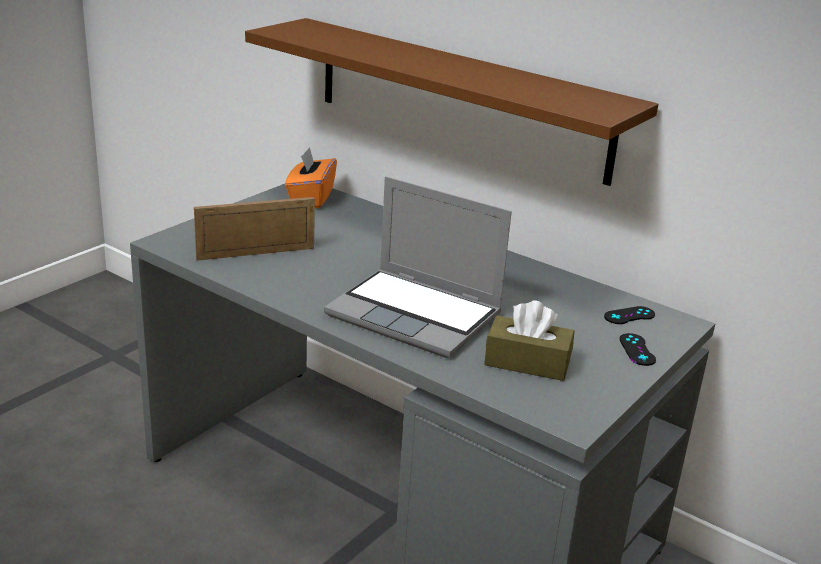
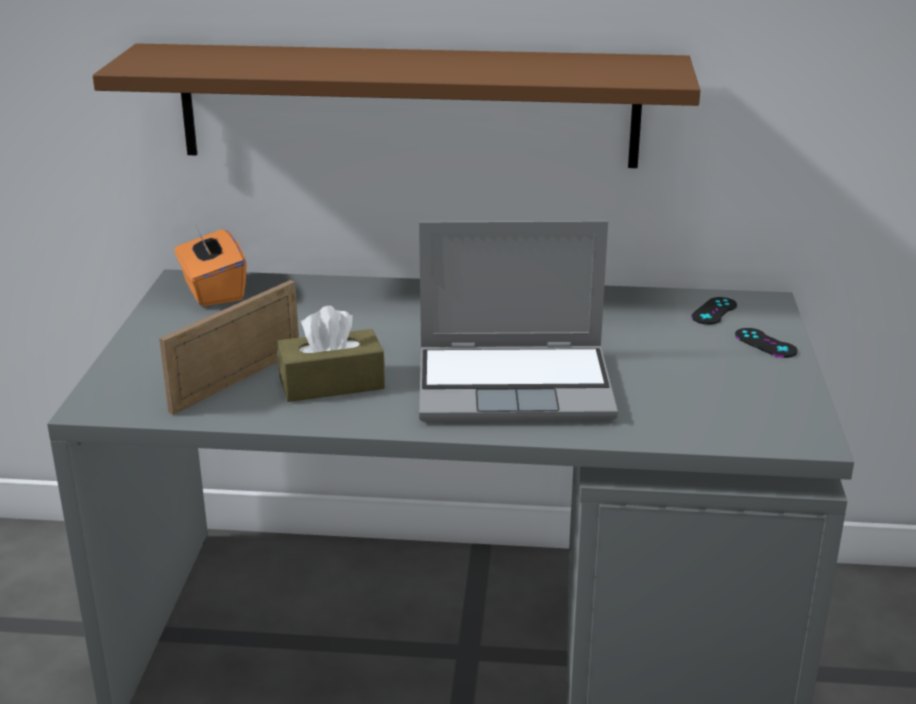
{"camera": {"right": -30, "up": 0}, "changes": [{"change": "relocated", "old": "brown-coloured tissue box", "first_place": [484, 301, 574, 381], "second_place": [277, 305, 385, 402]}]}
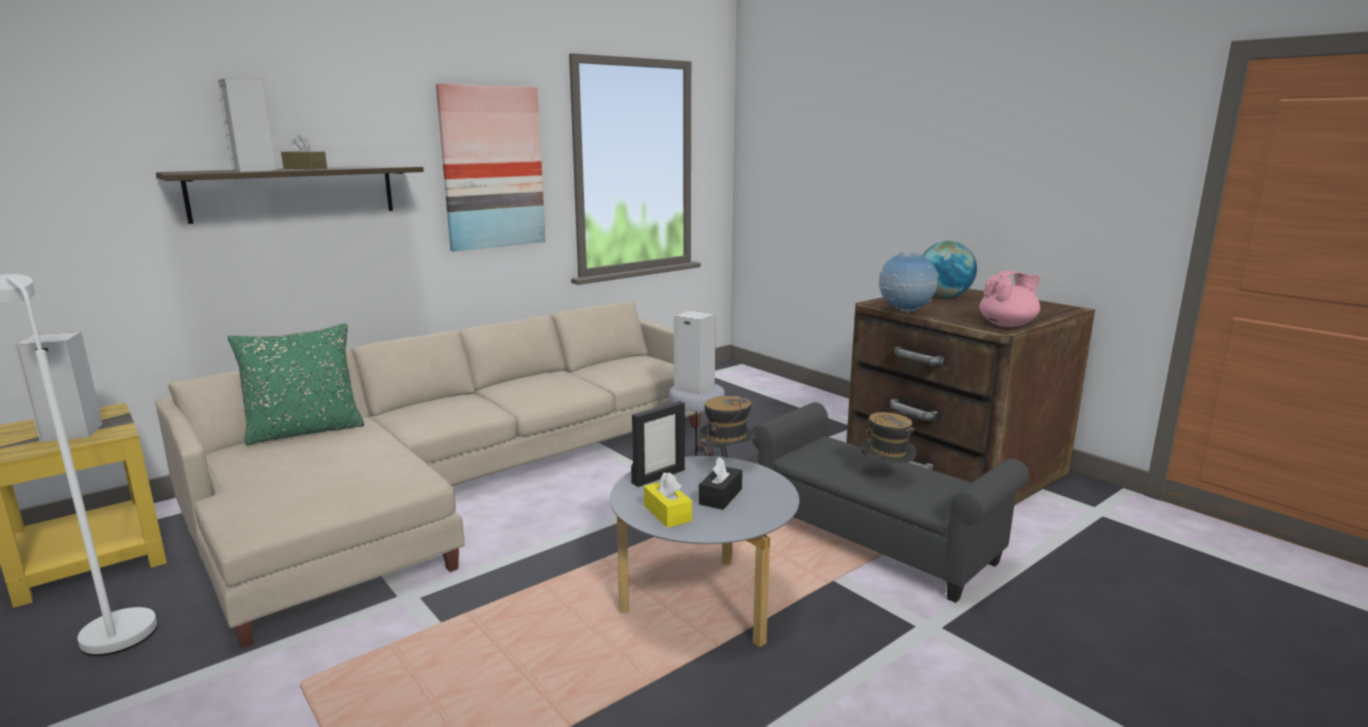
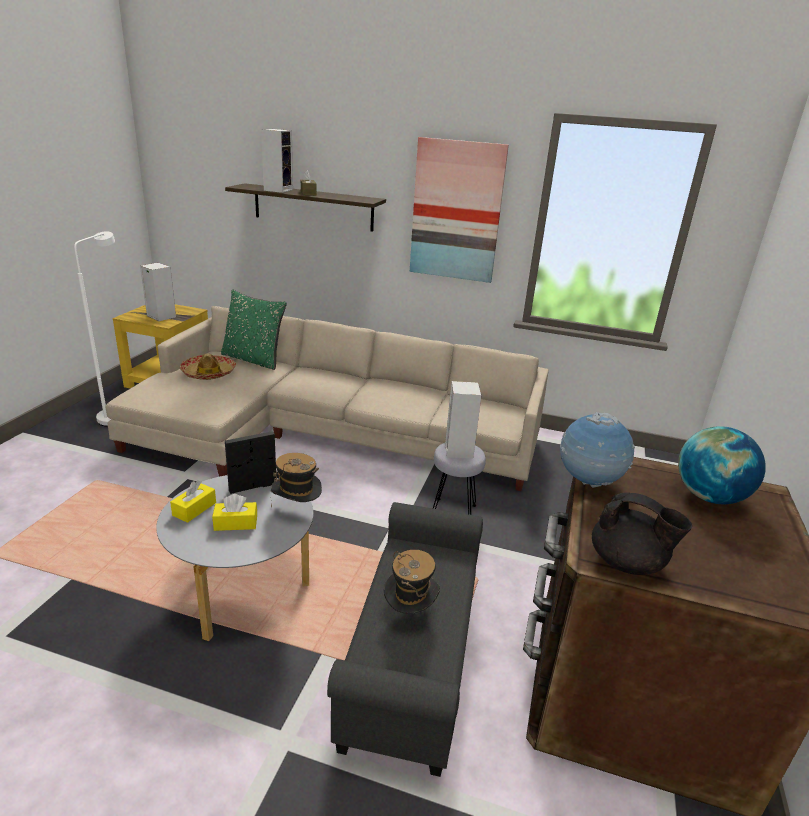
{"camera": {"right": 55, "up": 10}, "changes": [{"change": "spun", "old": "picture frame", "first_place": [631, 401, 685, 487], "second_place": [225, 431, 276, 494], "degrees": 135}, {"change": "colour", "old": "blackish tissue box", "new": "yellow-coloured tissue box", "first_place": [699, 457, 742, 510], "second_place": [212, 494, 257, 531]}, {"change": "colour", "old": "pinkish teapot", "new": "blackish teapot", "first_place": [980, 271, 1041, 327], "second_place": [592, 492, 692, 575]}, {"change": "appeared", "new": "hat", "second_place": [180, 354, 236, 380]}]}
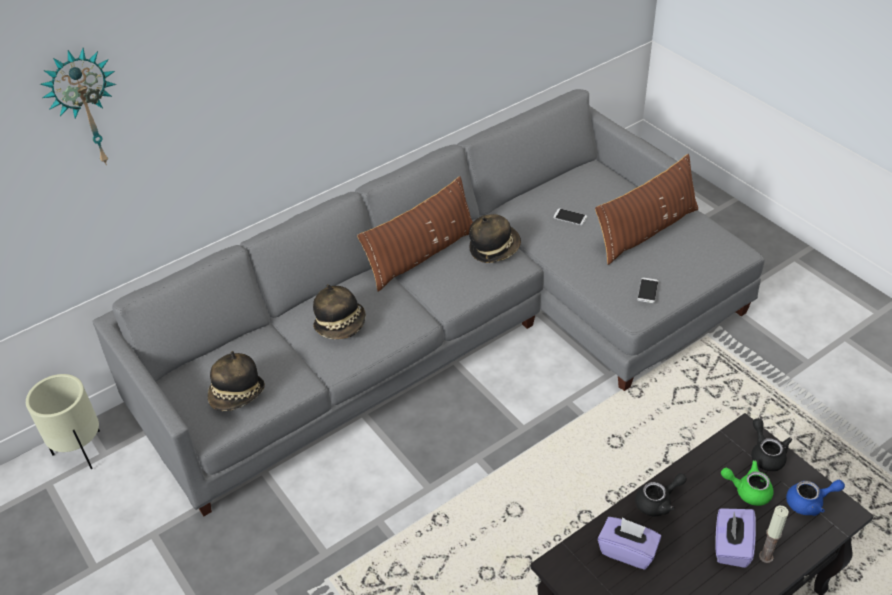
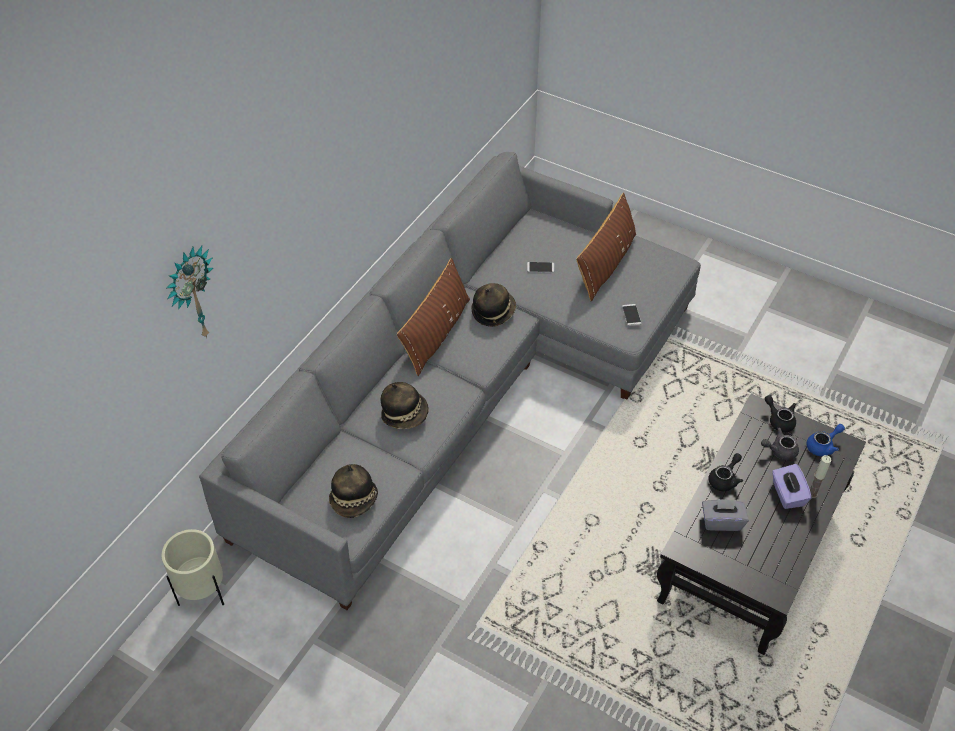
{"camera": {"right": -25, "up": 5}, "changes": [{"change": "colour", "old": "purple-coloured tissue box", "new": "grey tissue box", "first_place": [598, 517, 661, 569], "second_place": [702, 499, 749, 531]}, {"change": "colour", "old": "green teapot", "new": "grey teapot", "first_place": [721, 460, 774, 506], "second_place": [761, 428, 799, 460]}]}
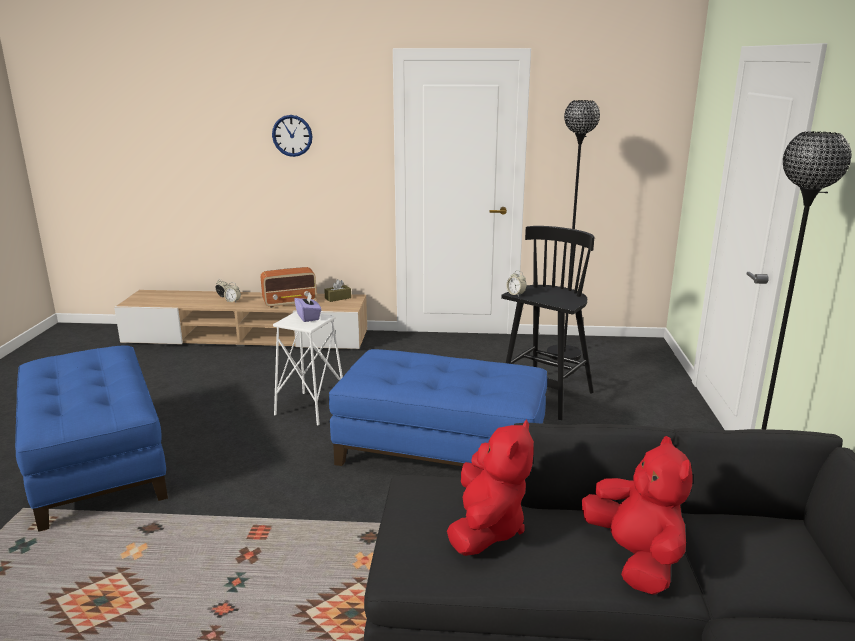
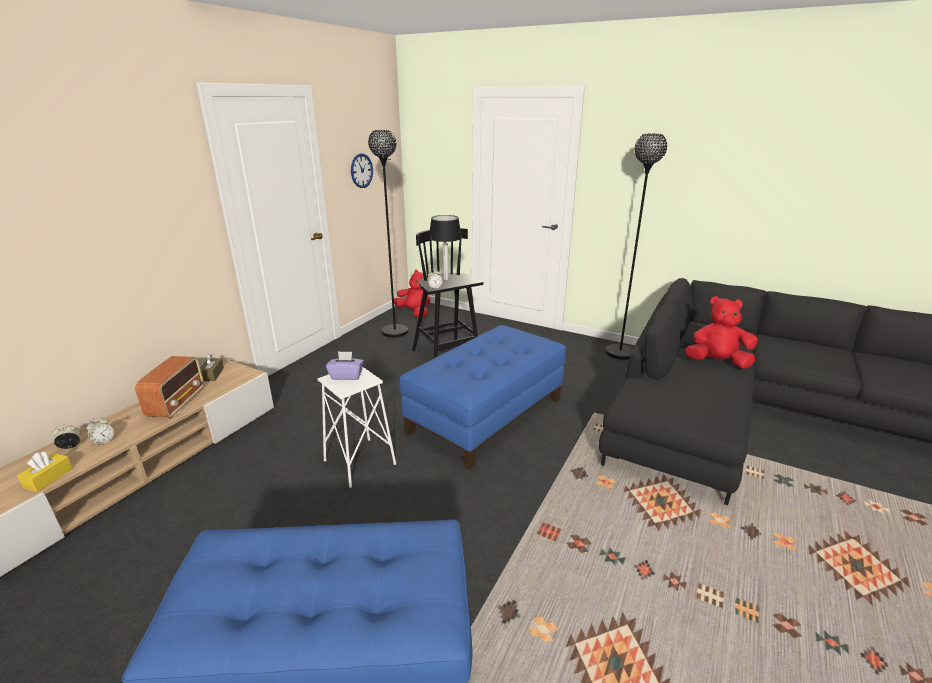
{"camera": {"right": -65, "up": 5}, "changes": [{"change": "relocated", "old": "hanging clock", "first_place": [272, 115, 312, 157], "second_place": [351, 153, 373, 188]}, {"change": "relocated", "old": "red-coloured cuddly toy", "first_place": [447, 419, 534, 556], "second_place": [394, 270, 431, 317]}, {"change": "appeared", "new": "yellow-coloured tissue box", "second_place": [17, 451, 73, 492]}, {"change": "appeared", "new": "lamp for a table", "second_place": [429, 215, 462, 281]}]}
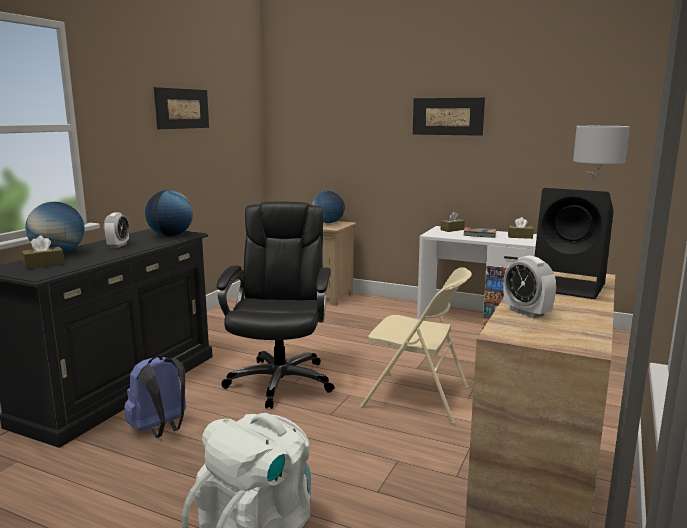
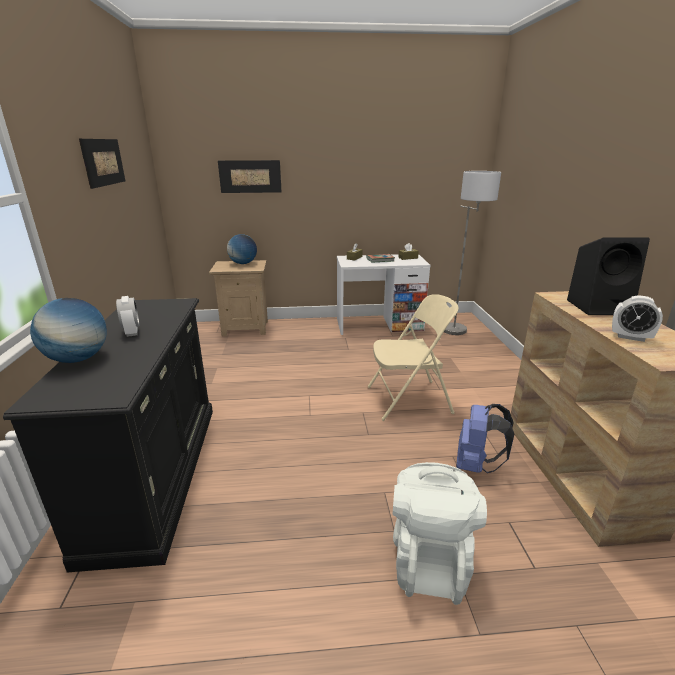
{"camera": {"right": -30, "up": 10}, "changes": [{"change": "missing", "old": "brown-coloured tissue box", "first_place": [22, 236, 64, 269]}, {"change": "relocated", "old": "blue knapsack", "first_place": [124, 355, 186, 438], "second_place": [456, 404, 515, 473]}, {"change": "missing", "old": "world globe", "first_place": [145, 190, 193, 236]}, {"change": "missing", "old": "blackish desk chair", "first_place": [217, 202, 335, 409]}, {"change": "relocated", "old": "picture", "first_place": [413, 98, 485, 136], "second_place": [218, 160, 282, 193]}]}
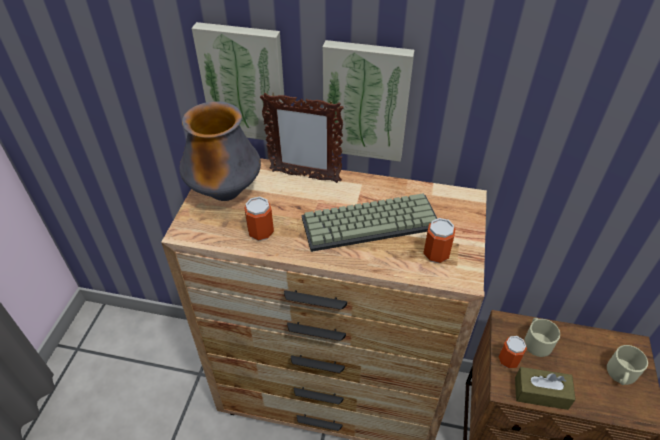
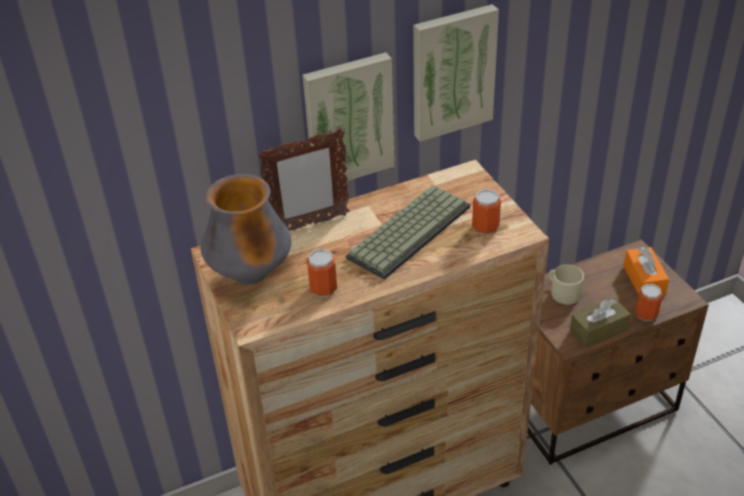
{"camera": {"right": -35, "up": -5}, "changes": [{"change": "relocated", "old": "picture", "first_place": [192, 22, 284, 140], "second_place": [413, 4, 499, 142]}, {"change": "relocated", "old": "metal can", "first_place": [499, 336, 527, 369], "second_place": [635, 284, 662, 321]}, {"change": "exchanged", "old": "beige coffee mug", "new": "orangey tissue box", "first_place": [607, 345, 648, 385], "second_place": [623, 247, 669, 296]}]}
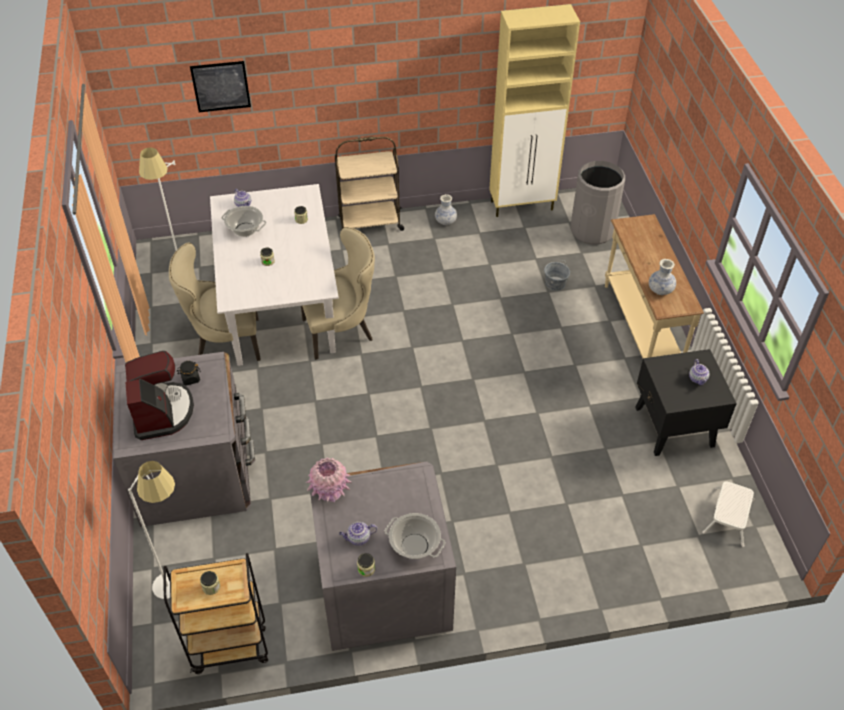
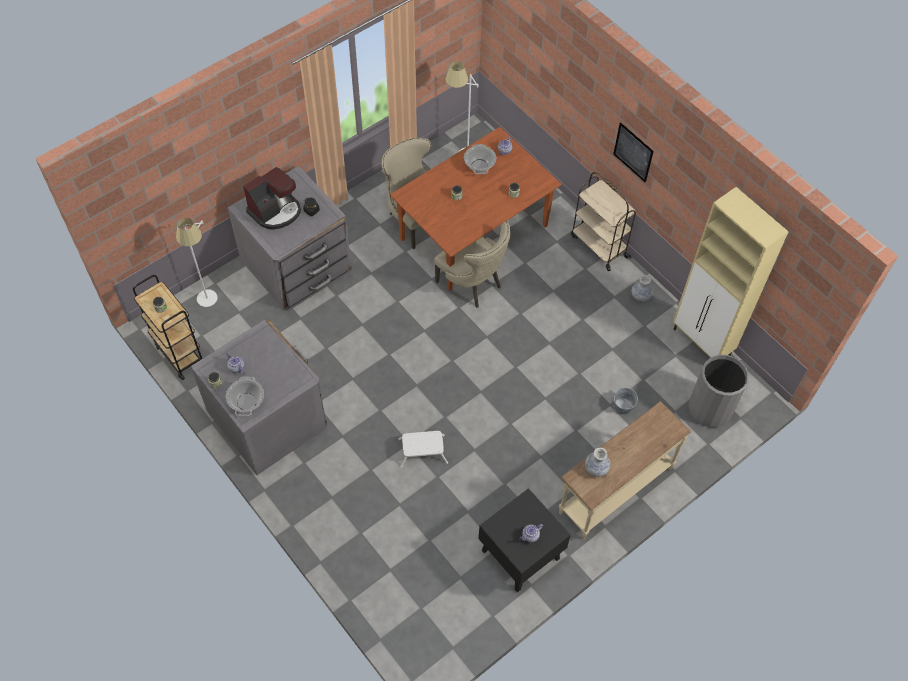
{"camera": {"right": 60, "up": 10}, "changes": [{"change": "relocated", "old": "picture", "first_place": [190, 61, 251, 112], "second_place": [613, 123, 654, 182]}, {"change": "colour", "old": "white dining table", "new": "brown-coloured dining table", "first_place": [210, 184, 339, 366], "second_place": [390, 127, 562, 291]}, {"change": "missing", "old": "pinkish flower vase", "first_place": [306, 457, 352, 502]}, {"change": "relocated", "old": "white step stool", "first_place": [702, 481, 755, 547], "second_place": [398, 431, 448, 468]}]}
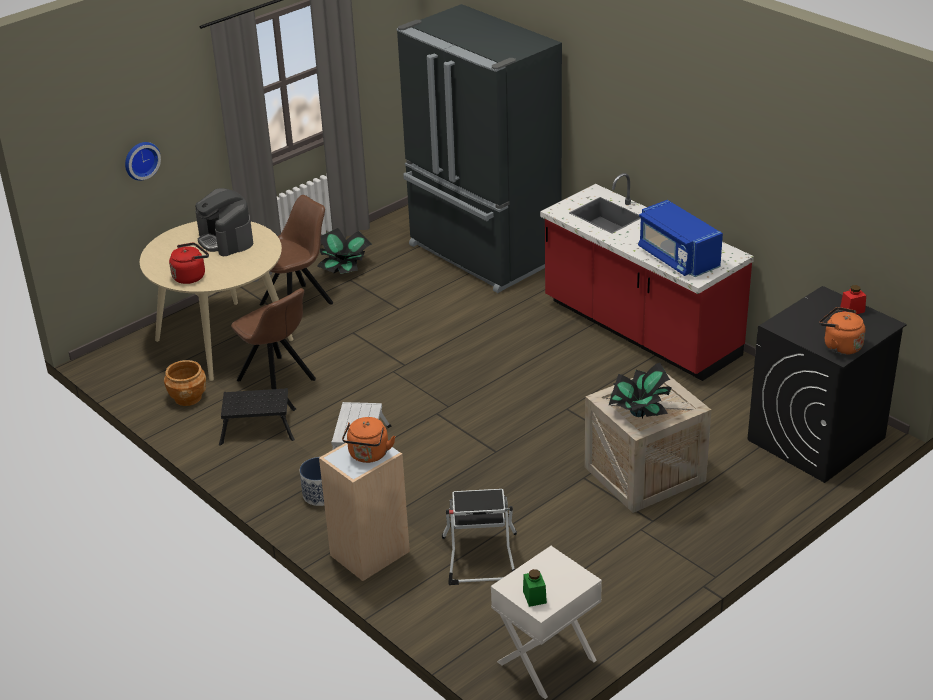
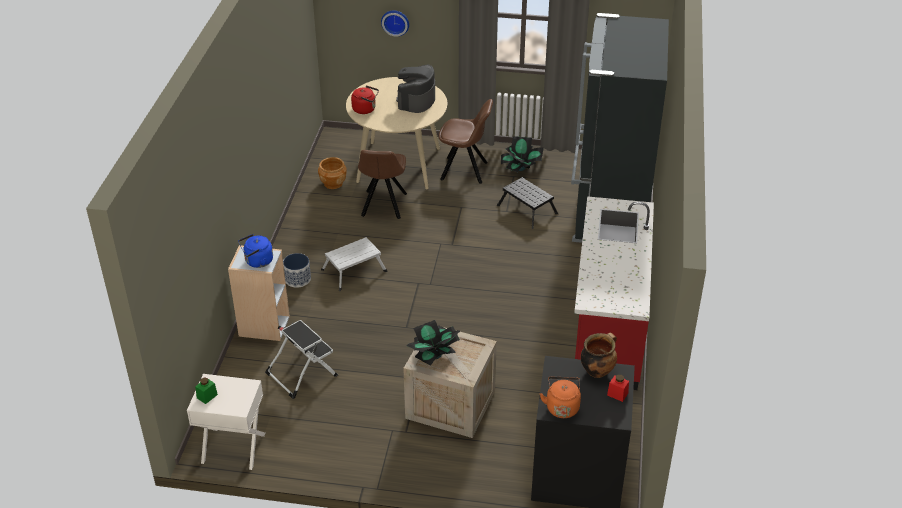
{"camera": {"right": 50, "up": 5}, "changes": [{"change": "relocated", "old": "blackish step stool", "first_place": [219, 388, 296, 446], "second_place": [497, 177, 558, 229]}, {"change": "colour", "old": "orangey kettle", "new": "blue kettle", "first_place": [342, 417, 396, 463], "second_place": [238, 234, 273, 268]}, {"change": "missing", "old": "blue microwave oven", "first_place": [638, 200, 723, 277]}, {"change": "appeared", "new": "stockpot", "second_place": [581, 333, 617, 378]}]}
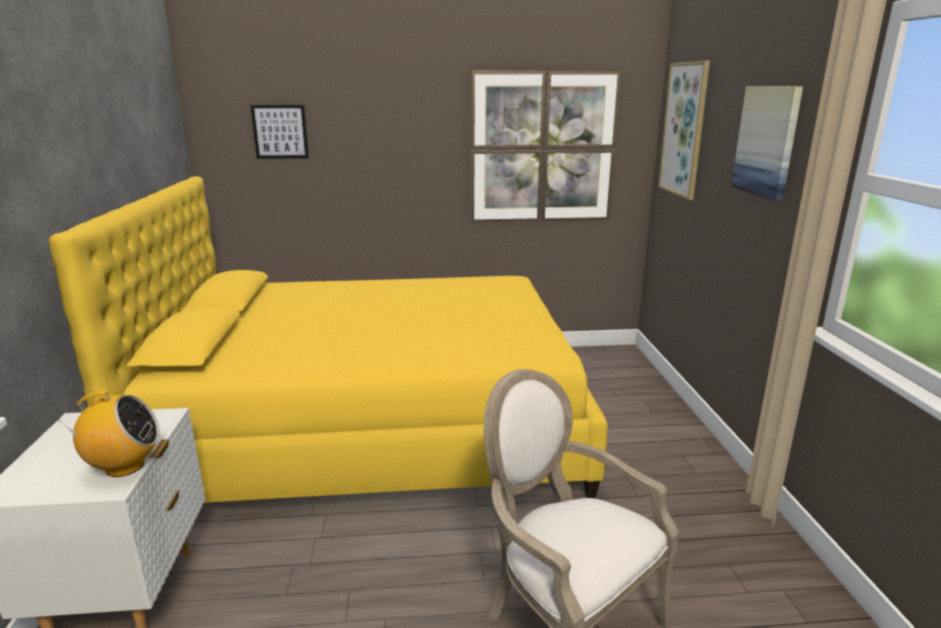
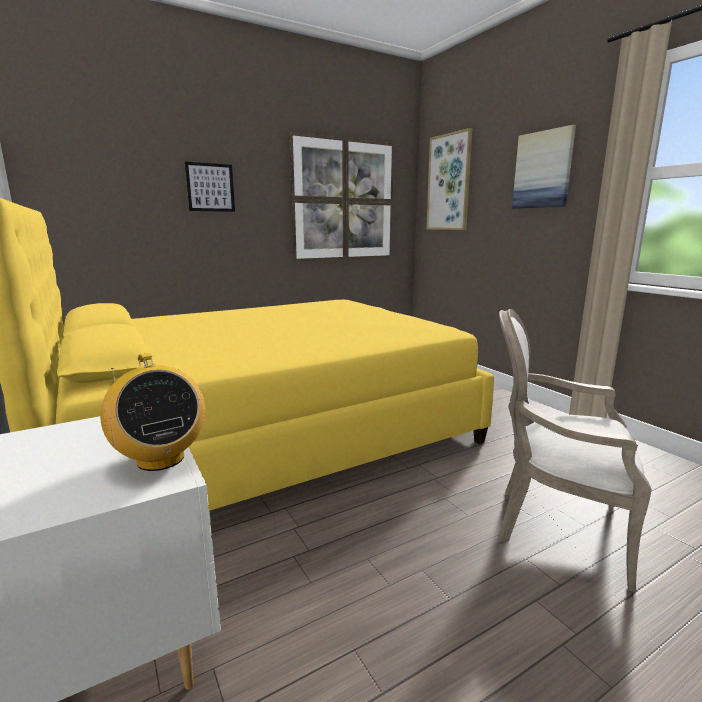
{"camera": {"right": -25, "up": -5}, "changes": [{"change": "spun", "old": "radio receiver", "first_place": [58, 391, 160, 477], "second_place": [100, 353, 205, 471], "degrees": 90}, {"change": "relocated", "old": "picture", "first_place": [250, 105, 309, 159], "second_place": [185, 162, 235, 212]}]}
